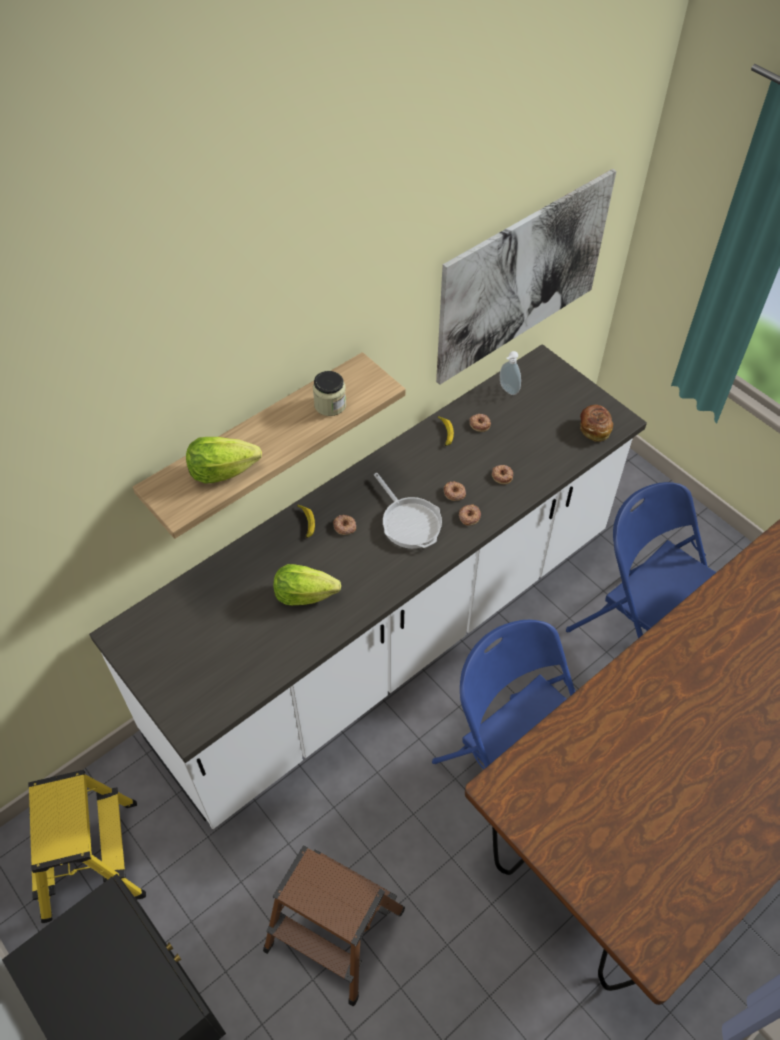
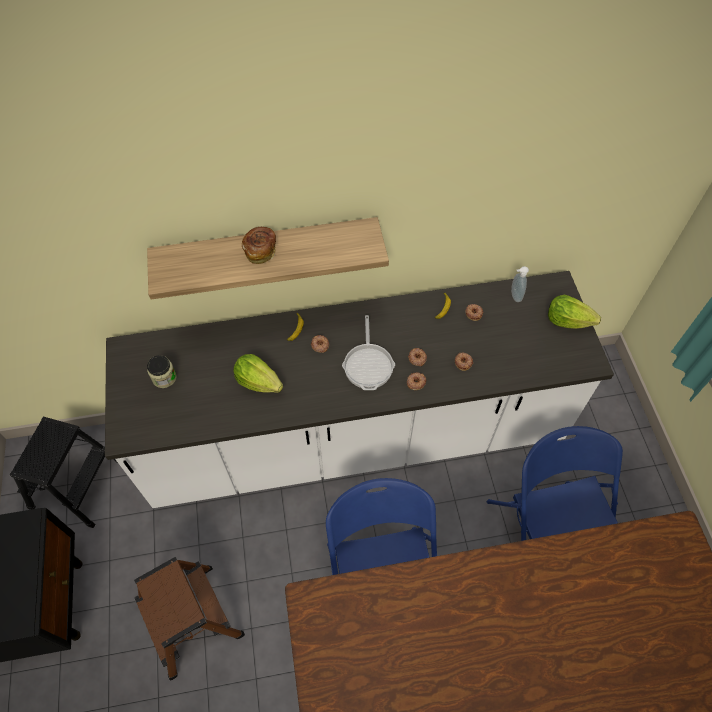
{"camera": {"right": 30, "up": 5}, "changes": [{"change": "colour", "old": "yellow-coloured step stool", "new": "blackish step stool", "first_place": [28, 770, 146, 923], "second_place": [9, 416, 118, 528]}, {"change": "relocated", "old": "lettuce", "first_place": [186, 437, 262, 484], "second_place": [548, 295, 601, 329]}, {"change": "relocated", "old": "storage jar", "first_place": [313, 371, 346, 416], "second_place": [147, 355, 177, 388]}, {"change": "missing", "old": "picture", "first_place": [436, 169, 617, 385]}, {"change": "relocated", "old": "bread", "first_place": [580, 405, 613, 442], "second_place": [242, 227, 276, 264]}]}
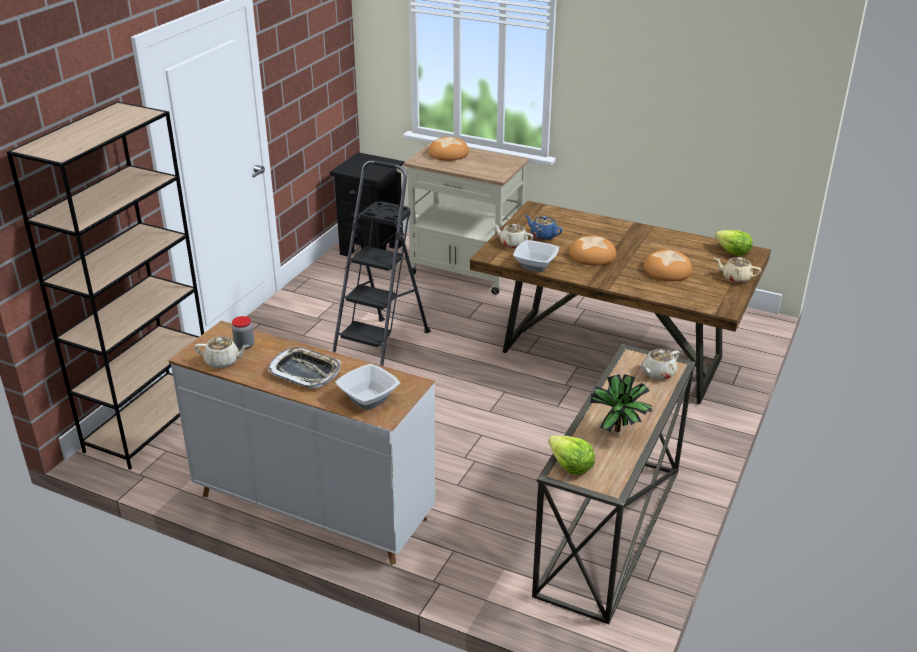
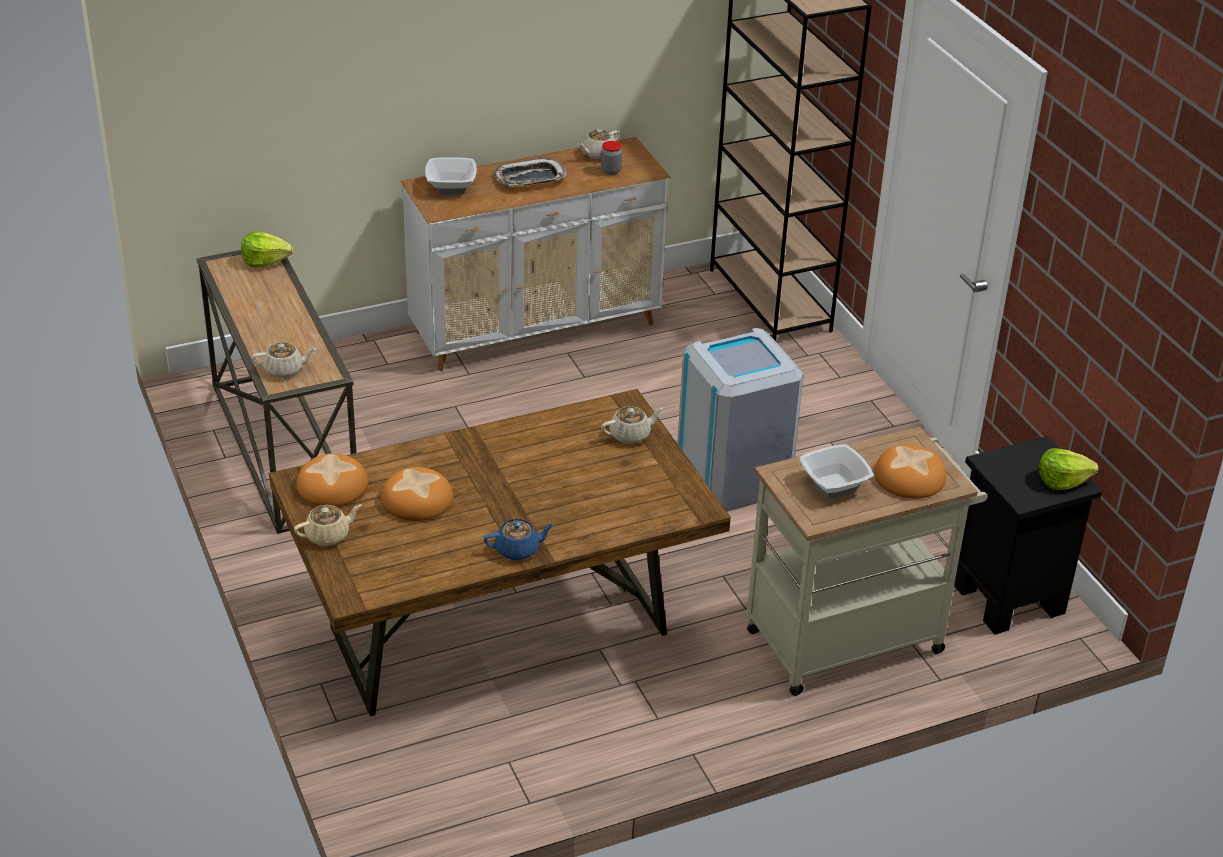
{"camera": {"right": 130, "up": 5}, "changes": [{"change": "exchanged", "old": "step stool", "new": "grey rubbish bin", "first_place": [332, 160, 431, 366], "second_place": [677, 328, 804, 511]}, {"change": "relocated", "old": "serving bowl", "first_place": [513, 240, 559, 272], "second_place": [799, 444, 874, 499]}, {"change": "relocated", "old": "blue teapot", "first_place": [525, 215, 562, 240], "second_place": [484, 519, 555, 560]}, {"change": "relocated", "old": "bread", "first_place": [569, 236, 616, 266], "second_place": [296, 453, 368, 507]}, {"change": "missing", "old": "potted plant", "first_place": [590, 374, 652, 432]}, {"change": "spun", "old": "beige teapot", "first_place": [640, 349, 680, 380], "second_place": [252, 342, 316, 378], "degrees": 75}, {"change": "relocated", "old": "lettuce", "first_place": [715, 230, 752, 256], "second_place": [1039, 448, 1098, 490]}]}
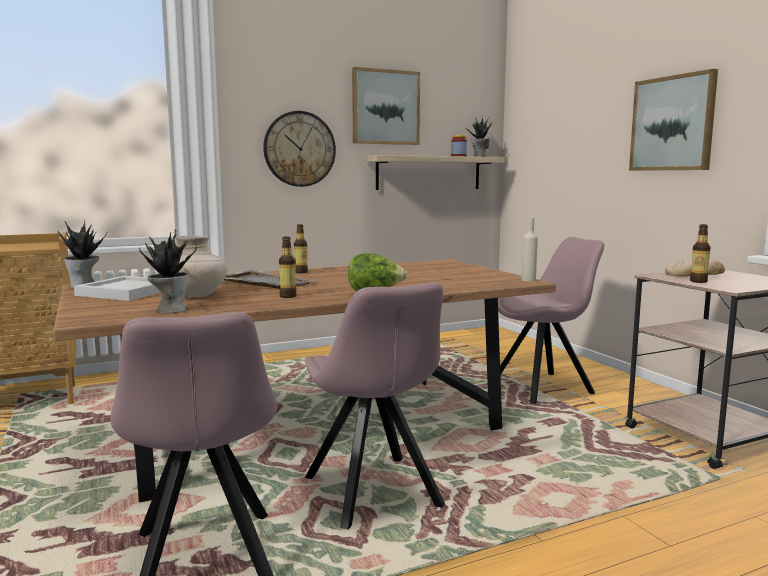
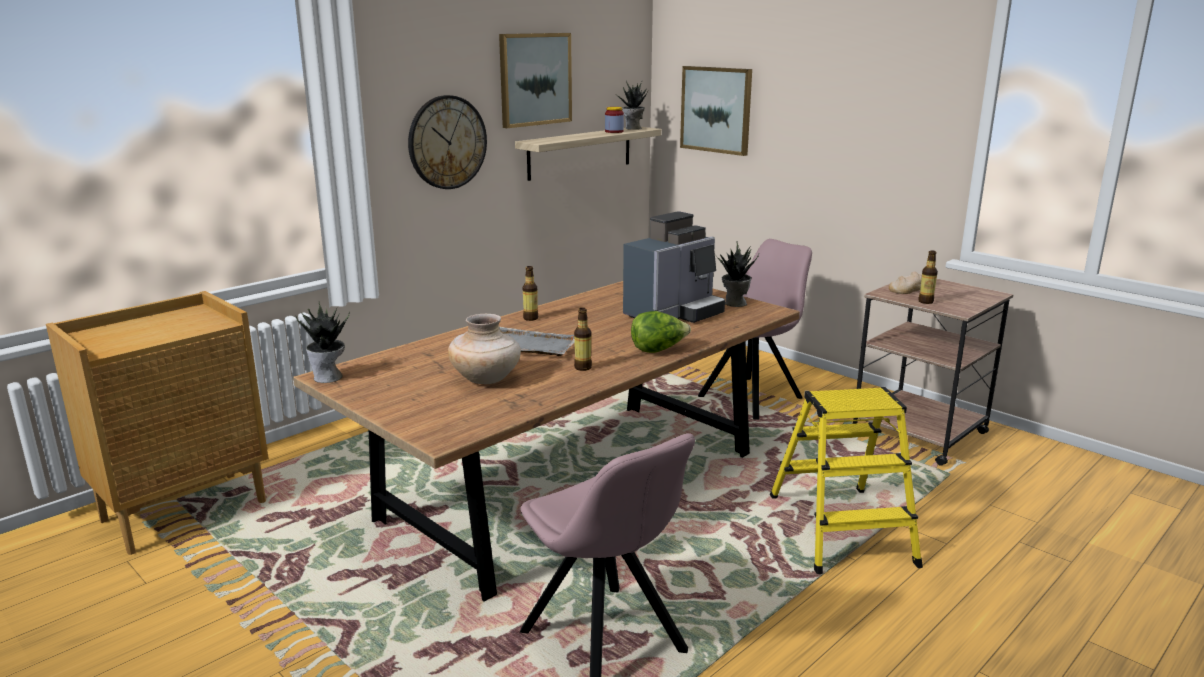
{"camera": {"right": -20, "up": 10}, "changes": [{"change": "missing", "old": "white carrying tray", "first_place": [74, 276, 161, 301]}, {"change": "relocated", "old": "potted plant", "first_place": [139, 229, 197, 313], "second_place": [716, 242, 759, 307]}, {"change": "missing", "old": "pinkish plain chair", "first_place": [305, 282, 445, 530]}, {"change": "missing", "old": "beige beverage bottle", "first_place": [521, 218, 538, 282]}, {"change": "relocated", "old": "picture", "first_place": [629, 69, 718, 171], "second_place": [680, 66, 752, 156]}, {"change": "appeared", "new": "coffee maker", "second_place": [623, 211, 725, 323]}, {"change": "appeared", "new": "yellow-coloured step stool", "second_place": [770, 387, 923, 575]}]}
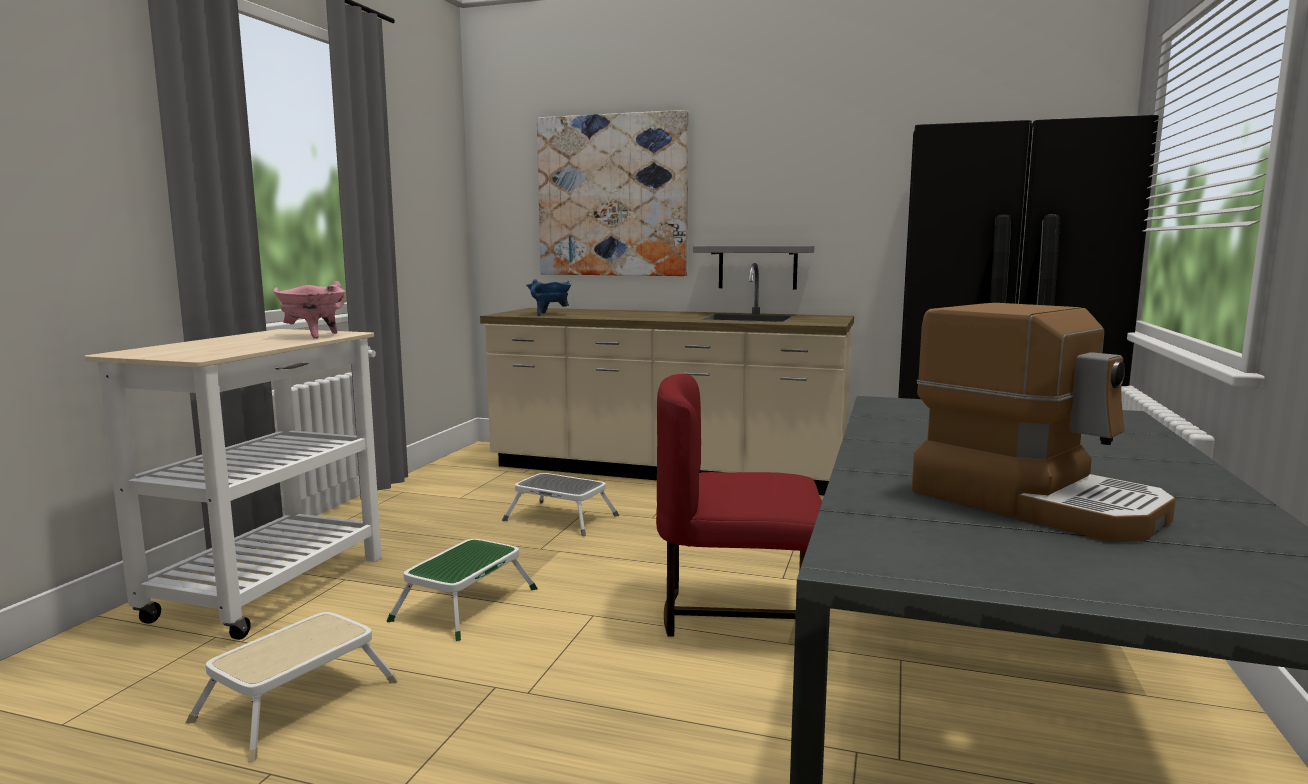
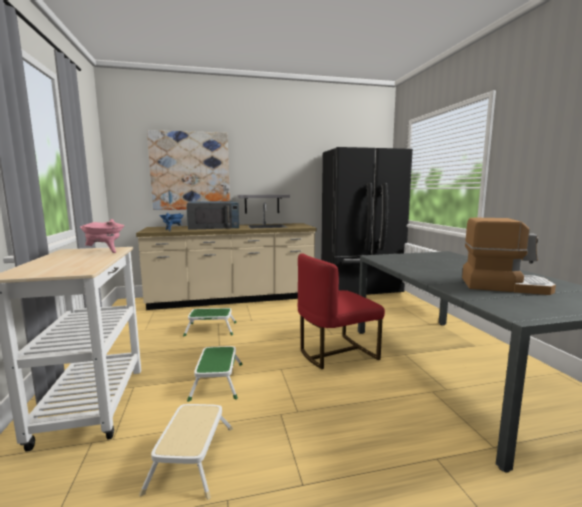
{"camera": {"right": -30, "up": 0}, "changes": [{"change": "colour", "old": "grey step stool", "new": "green step stool", "first_place": [502, 473, 619, 536], "second_place": [183, 308, 237, 336]}, {"change": "appeared", "new": "blue microwave oven", "second_place": [187, 201, 239, 230]}]}
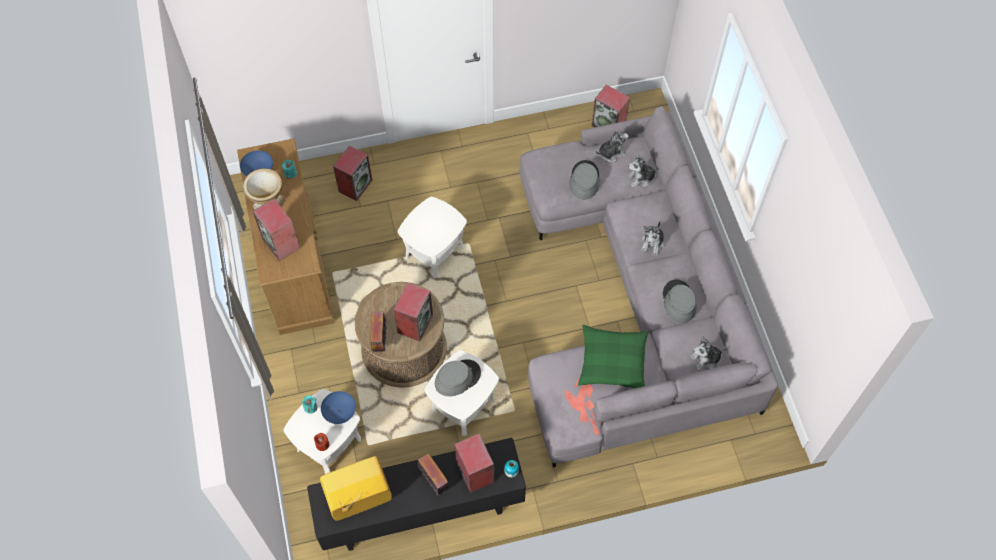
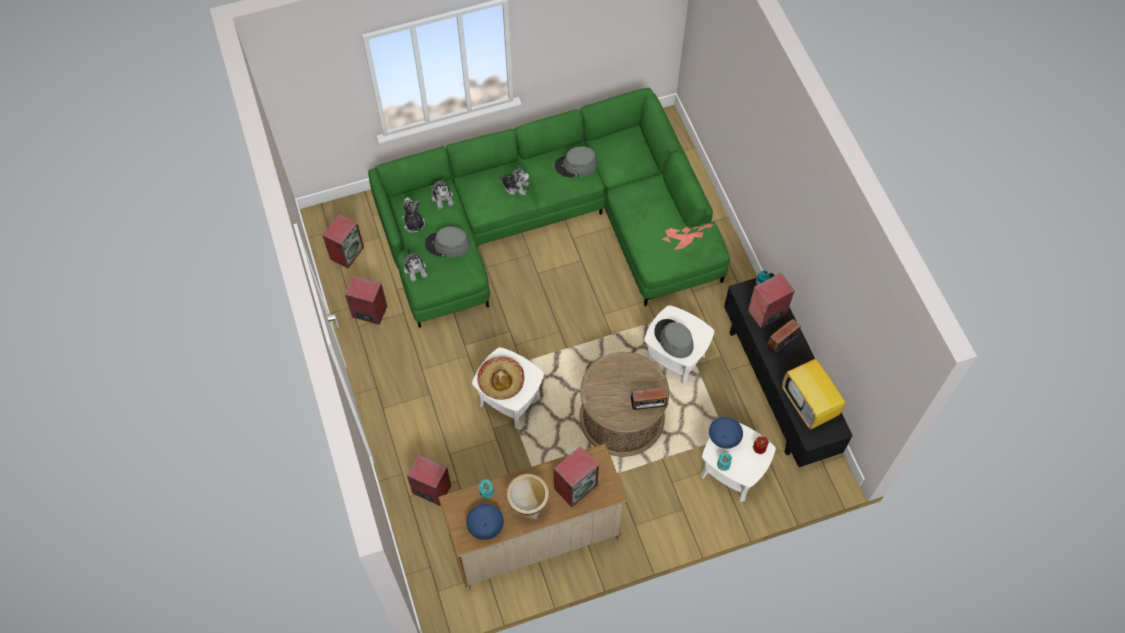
{"camera": {"right": -95, "up": 0}, "changes": [{"change": "relocated", "old": "speaker", "first_place": [394, 283, 433, 341], "second_place": [345, 276, 387, 325]}, {"change": "colour", "old": "grey sofa", "new": "green sofa", "first_place": [520, 106, 778, 468], "second_place": [368, 88, 730, 328]}, {"change": "missing", "old": "green pillow", "first_place": [578, 325, 648, 389]}, {"change": "relocated", "old": "cuddly toy", "first_place": [690, 336, 727, 370], "second_place": [402, 249, 427, 282]}, {"change": "appeared", "new": "hat", "second_place": [477, 356, 525, 400]}]}
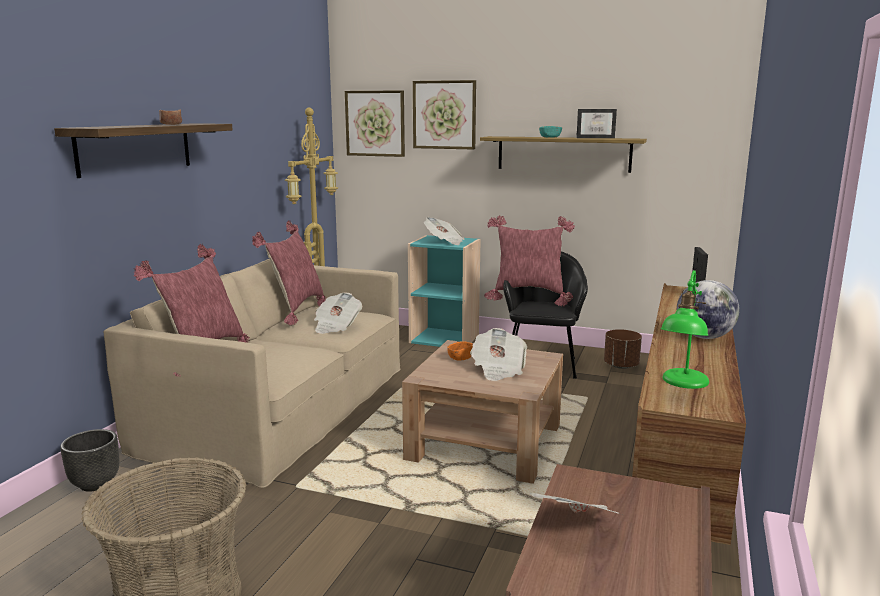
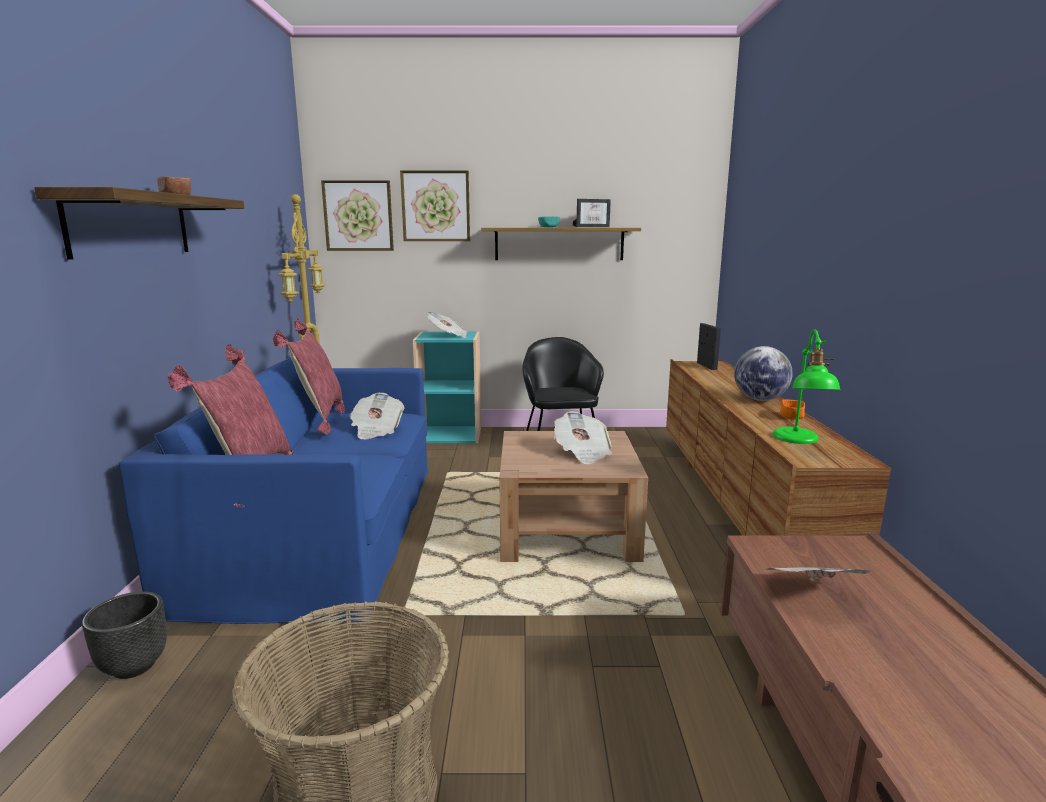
{"camera": {"right": -20, "up": 0}, "changes": [{"change": "colour", "old": "beige sofa", "new": "blue sofa", "first_place": [103, 259, 400, 488], "second_place": [119, 357, 429, 624]}, {"change": "relocated", "old": "orangey serving bowl", "first_place": [447, 341, 473, 360], "second_place": [780, 399, 805, 420]}, {"change": "missing", "old": "red-coloured pillow", "first_place": [484, 216, 575, 307]}, {"change": "missing", "old": "brown-coloured planter", "first_place": [604, 329, 642, 369]}]}
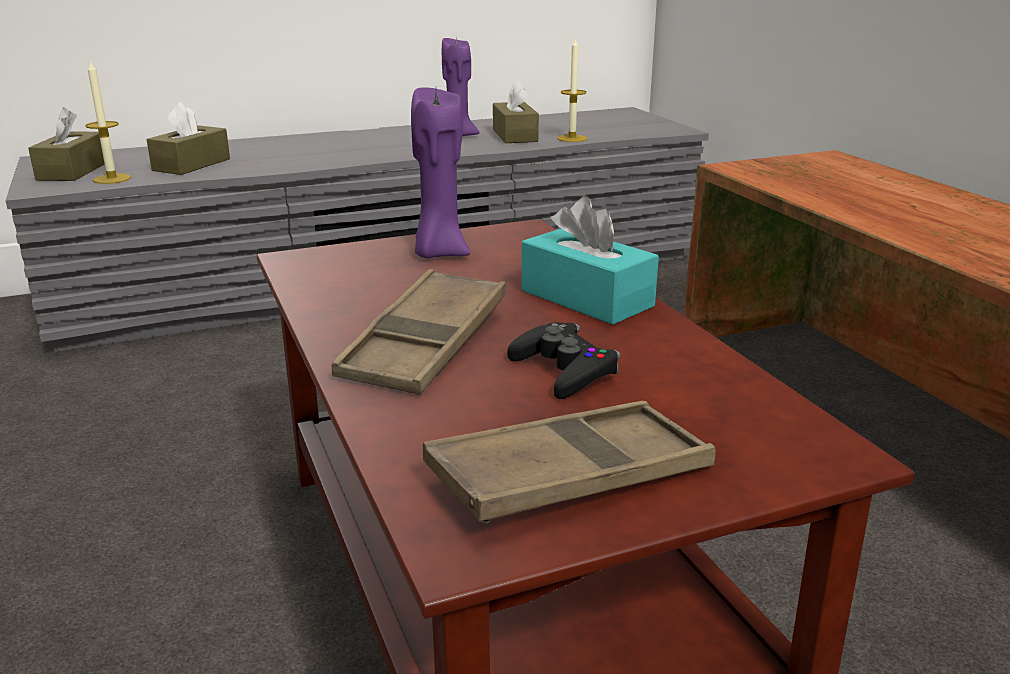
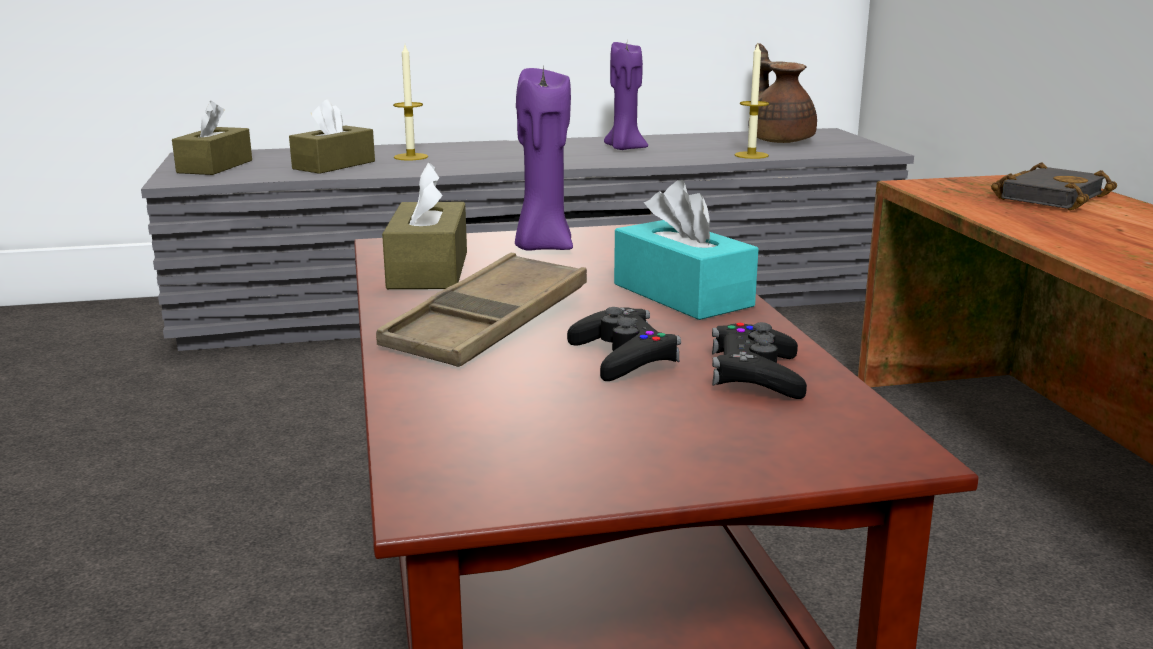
{"camera": {"right": 10, "up": -5}, "changes": [{"change": "relocated", "old": "wax light", "first_place": [85, 60, 131, 184], "second_place": [393, 45, 428, 160]}, {"change": "missing", "old": "brown-coloured carrying tray", "first_place": [423, 401, 716, 523]}, {"change": "relocated", "old": "brown-coloured tissue box", "first_place": [493, 80, 539, 143], "second_place": [382, 162, 467, 289]}, {"change": "appeared", "new": "blackish game controller", "second_place": [712, 322, 807, 399]}, {"change": "appeared", "new": "brown-coloured teapot", "second_place": [748, 43, 817, 143]}, {"change": "appeared", "new": "blackish bound book", "second_place": [991, 162, 1117, 210]}]}
